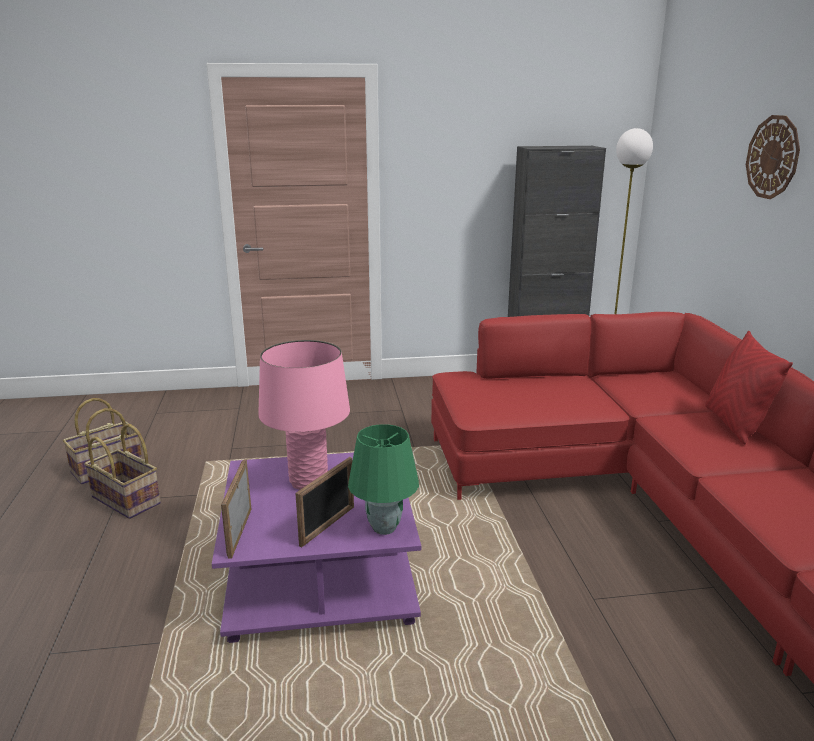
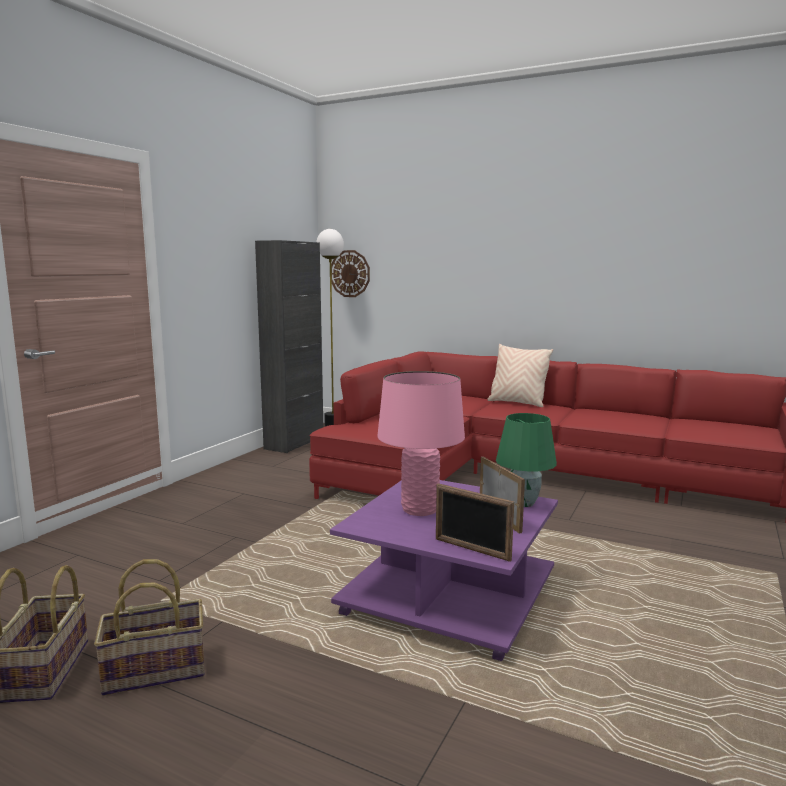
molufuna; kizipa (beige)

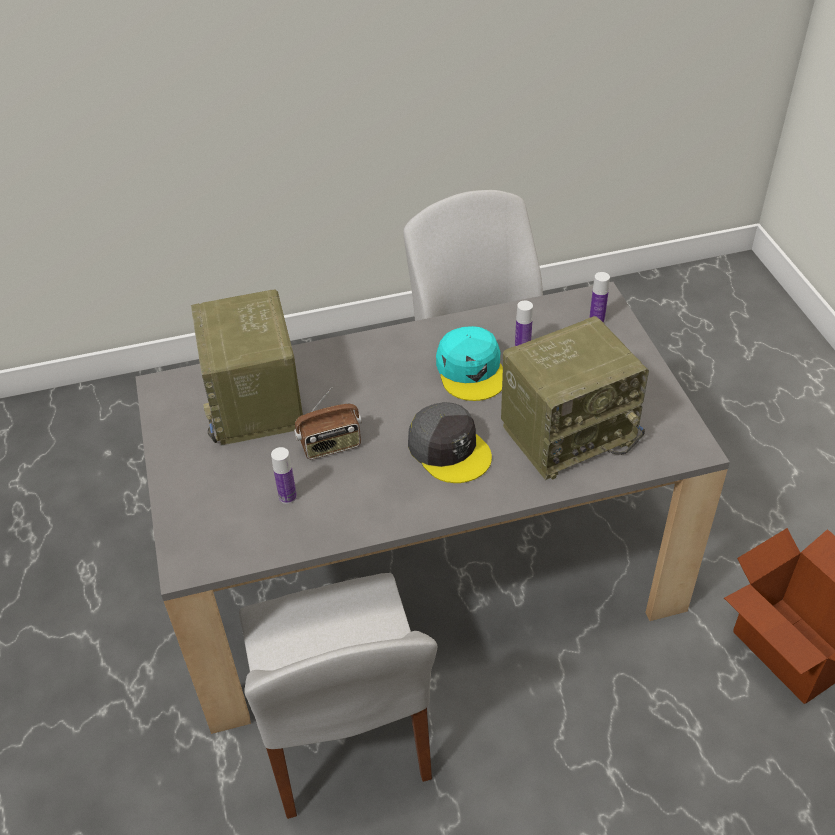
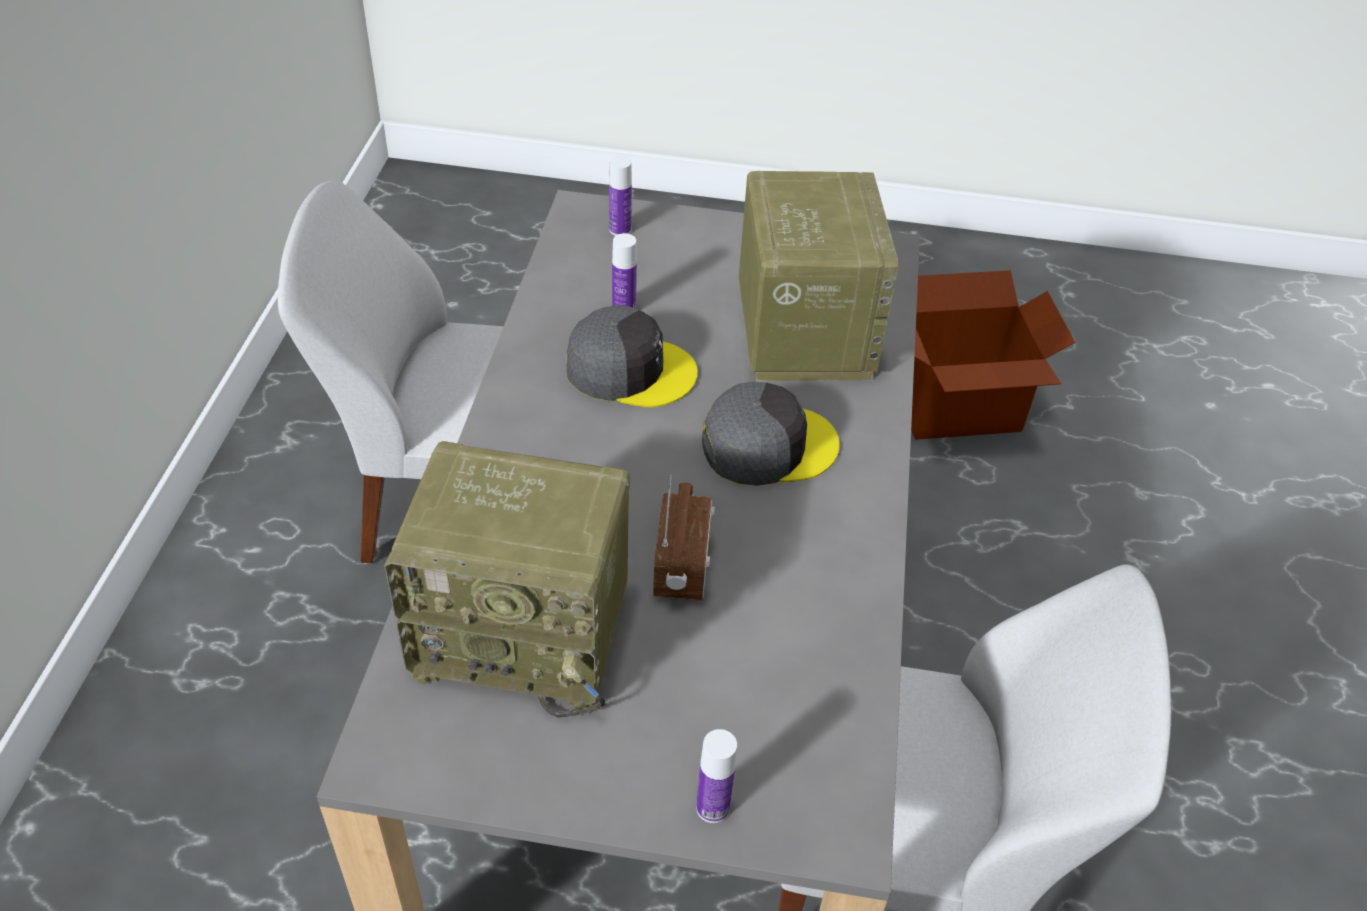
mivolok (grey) (no. 1 from left); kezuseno (no. 3 from left)

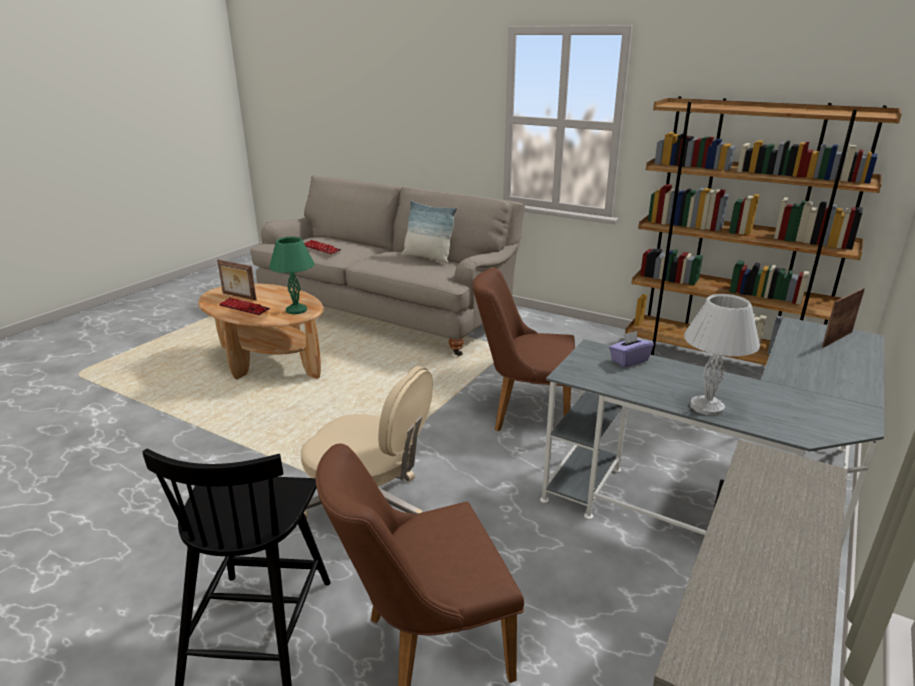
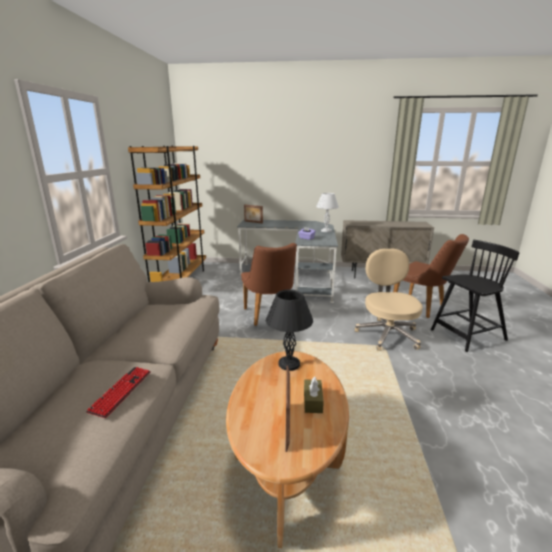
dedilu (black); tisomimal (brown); kizipa

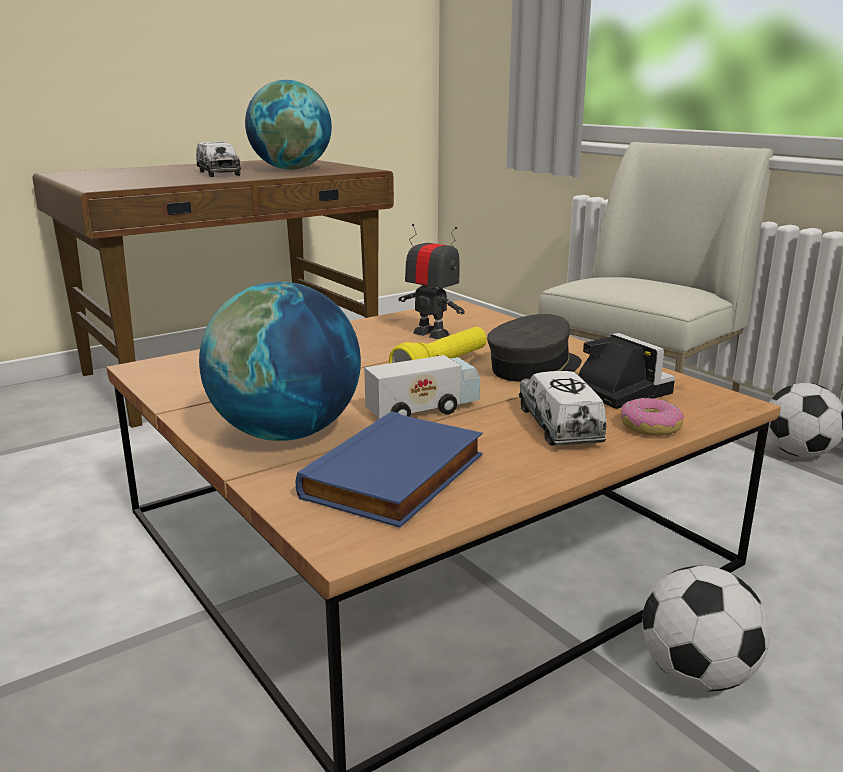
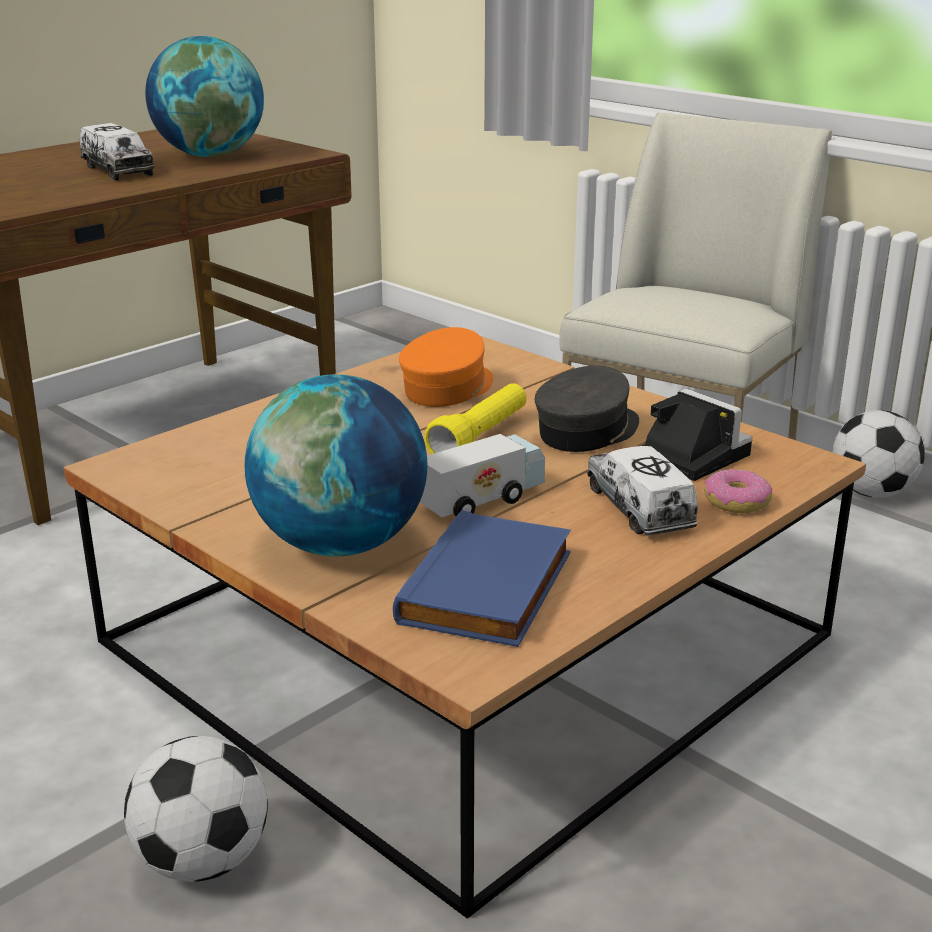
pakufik (no. 1 from left); mivolok (orange)

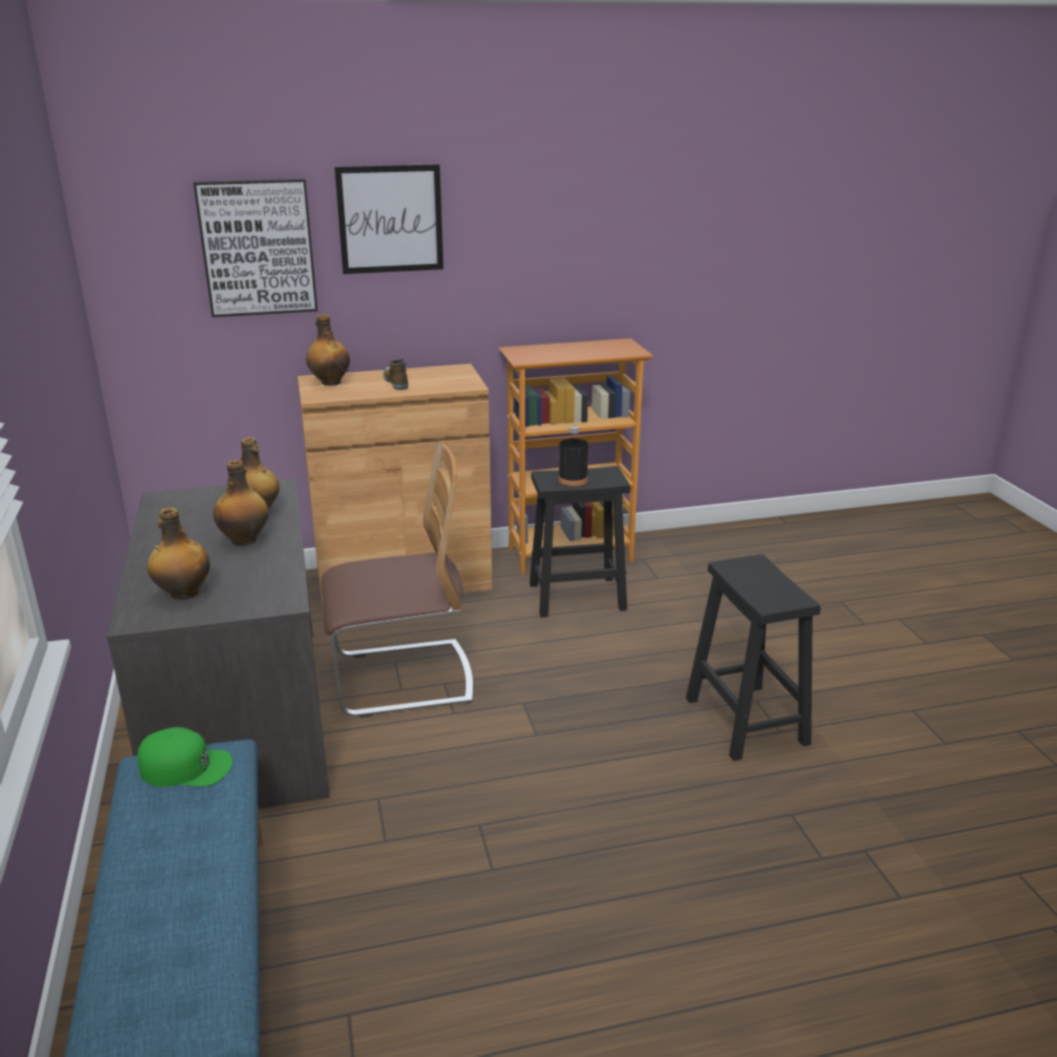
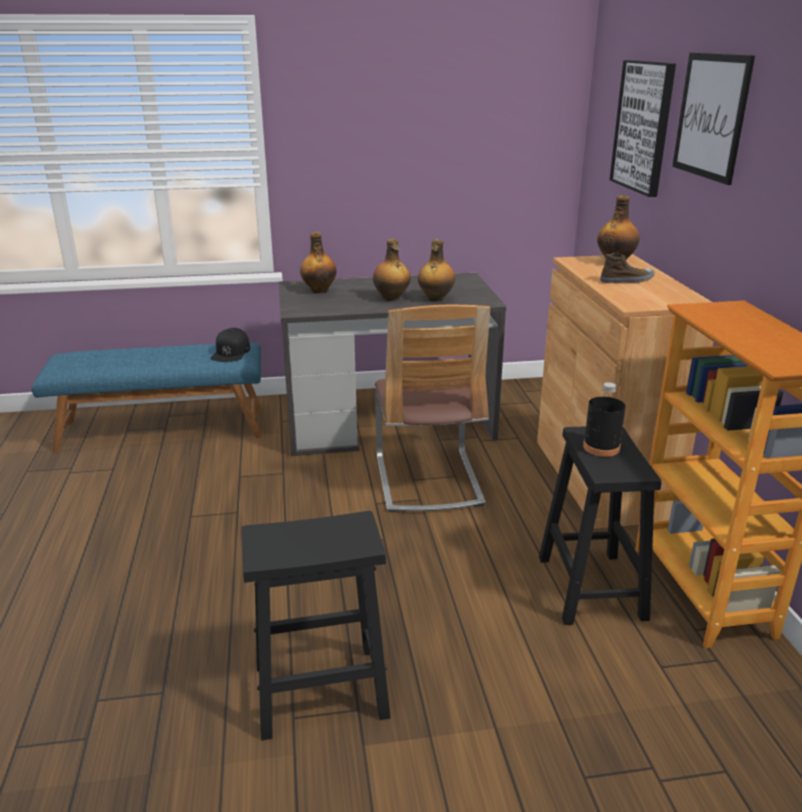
mivolok (black)

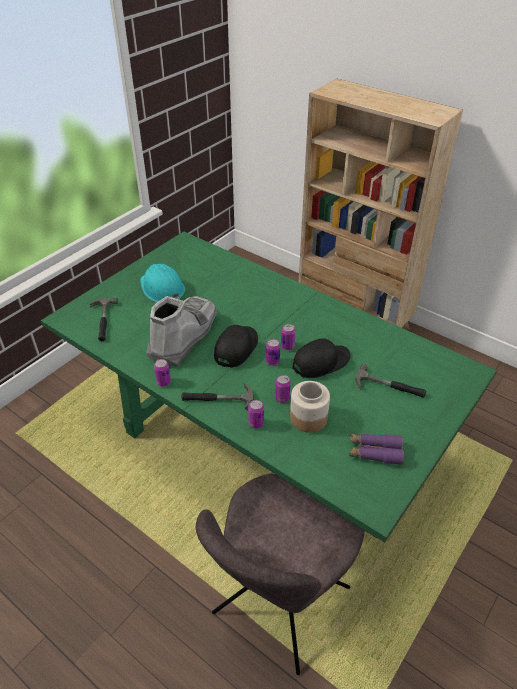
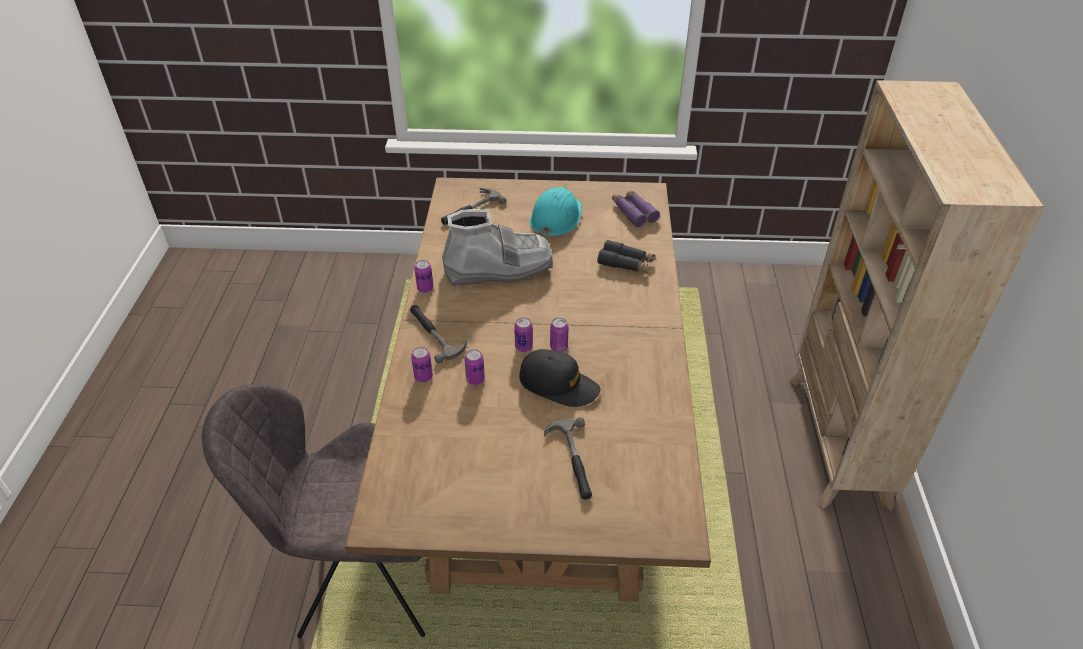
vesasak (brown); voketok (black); voketok (purple); mivolok (black) (no. 1 from left in the first image); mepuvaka

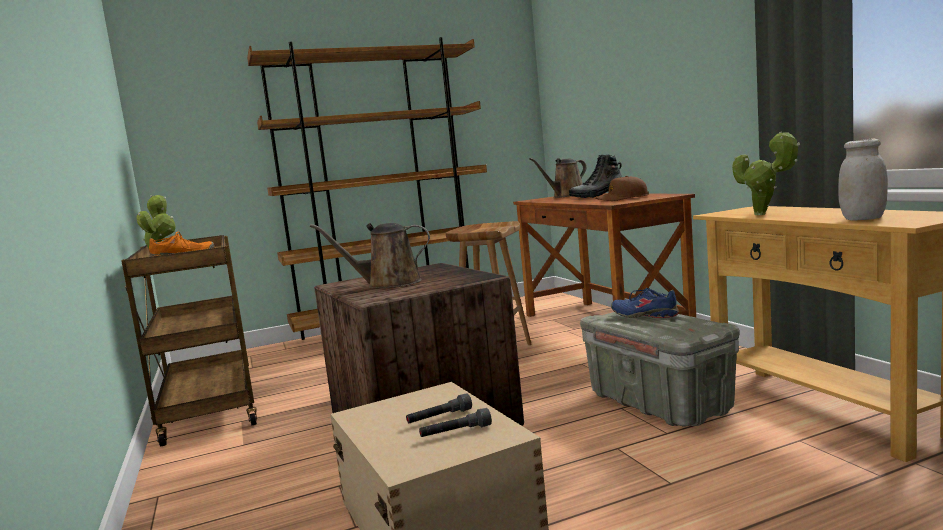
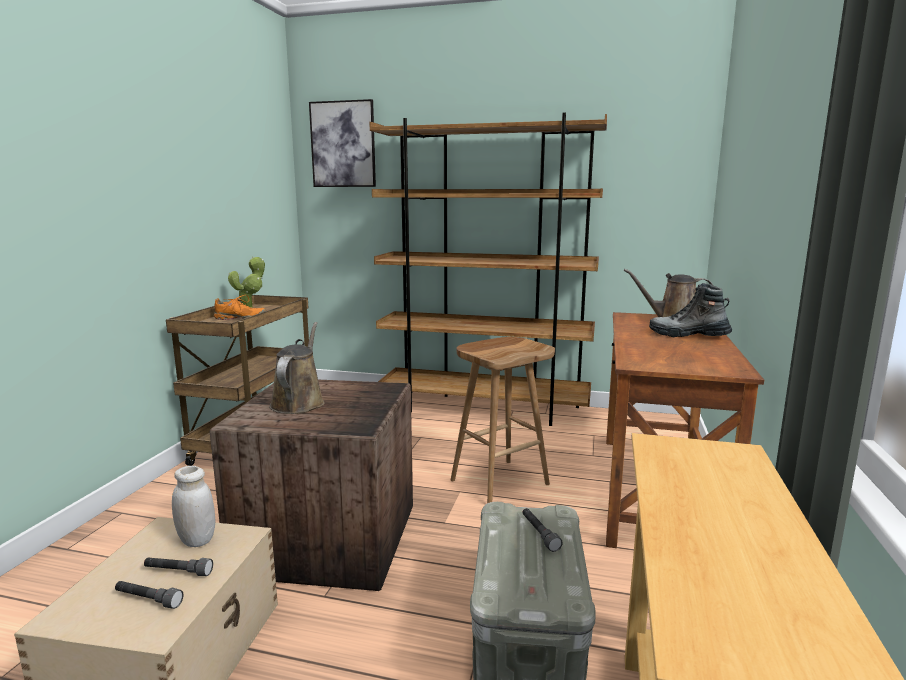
mepuvaka (white); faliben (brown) (no. 1 from left); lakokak; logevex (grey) (no. 3 from left); mivolok (brown); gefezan (no. 2 from left in the first image)

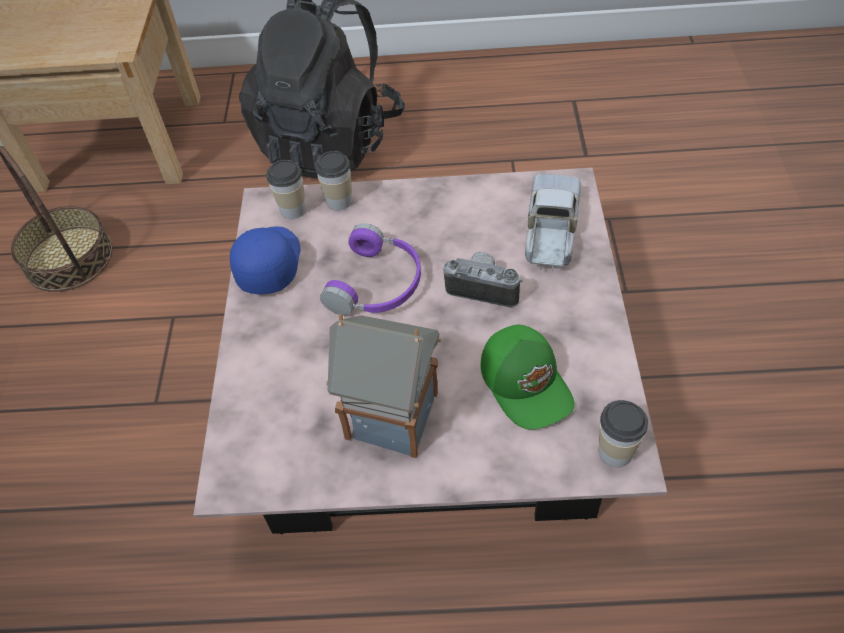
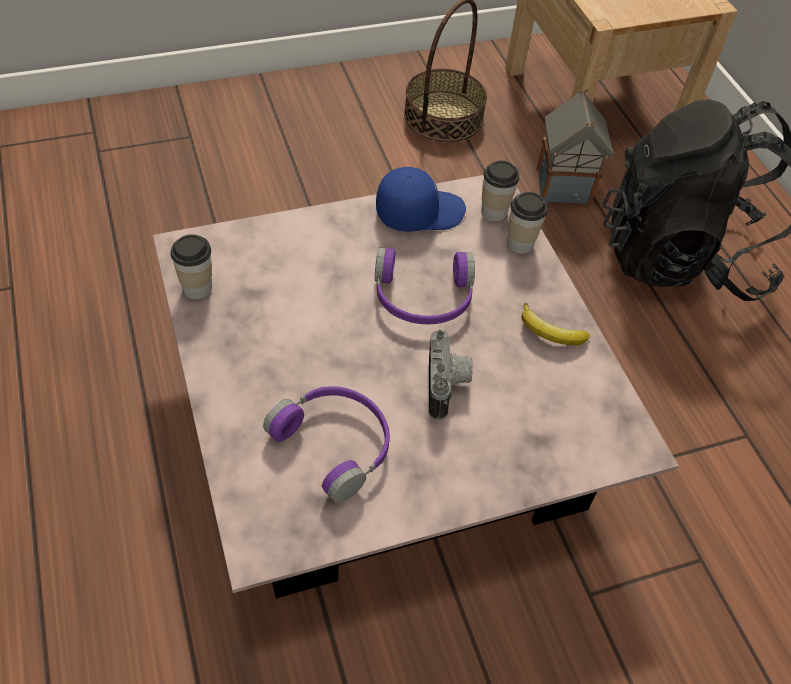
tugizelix (no. 1 from left); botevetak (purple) (no. 1 from left); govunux; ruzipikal; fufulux

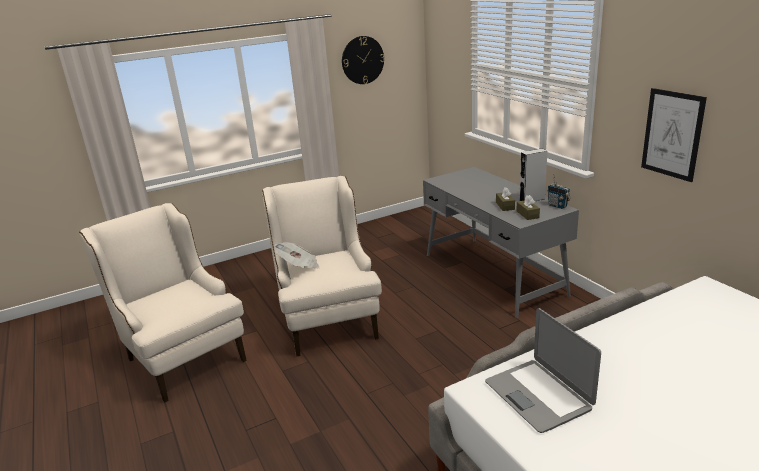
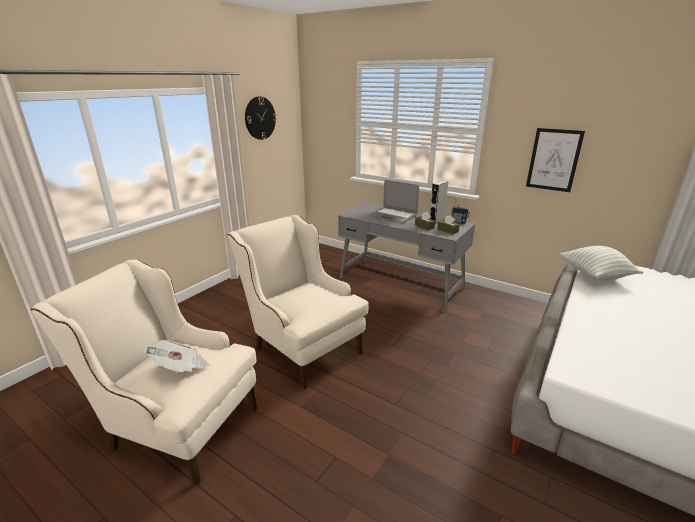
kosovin; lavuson; kizipa

